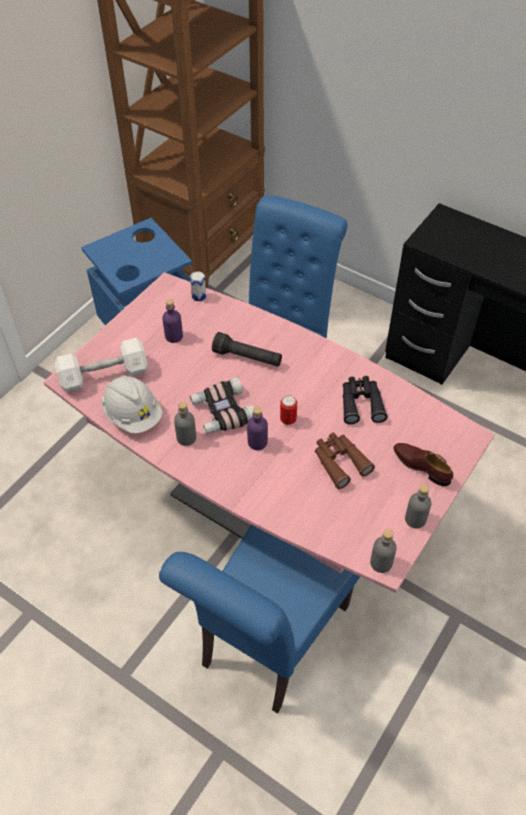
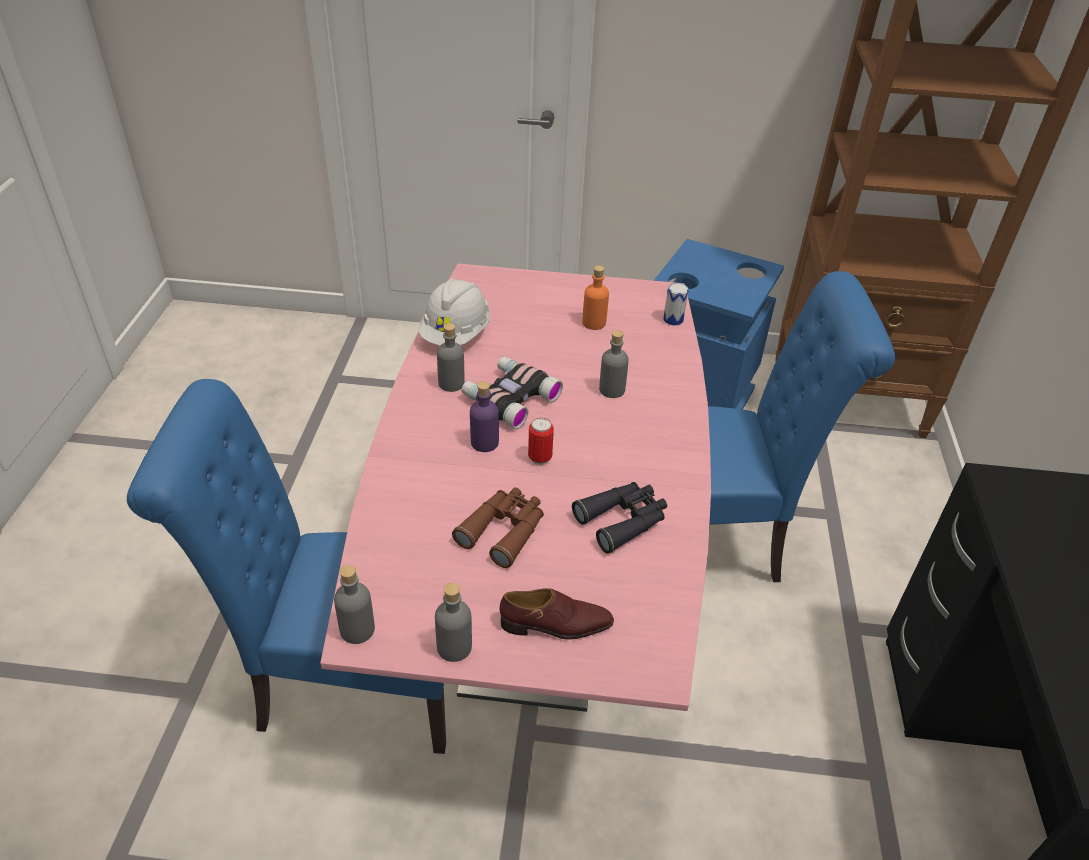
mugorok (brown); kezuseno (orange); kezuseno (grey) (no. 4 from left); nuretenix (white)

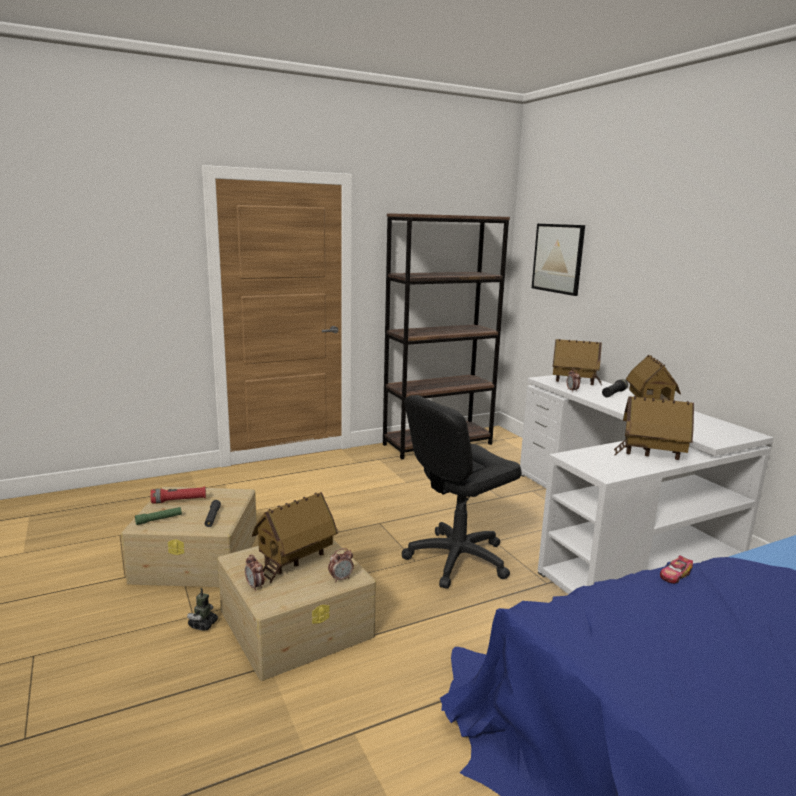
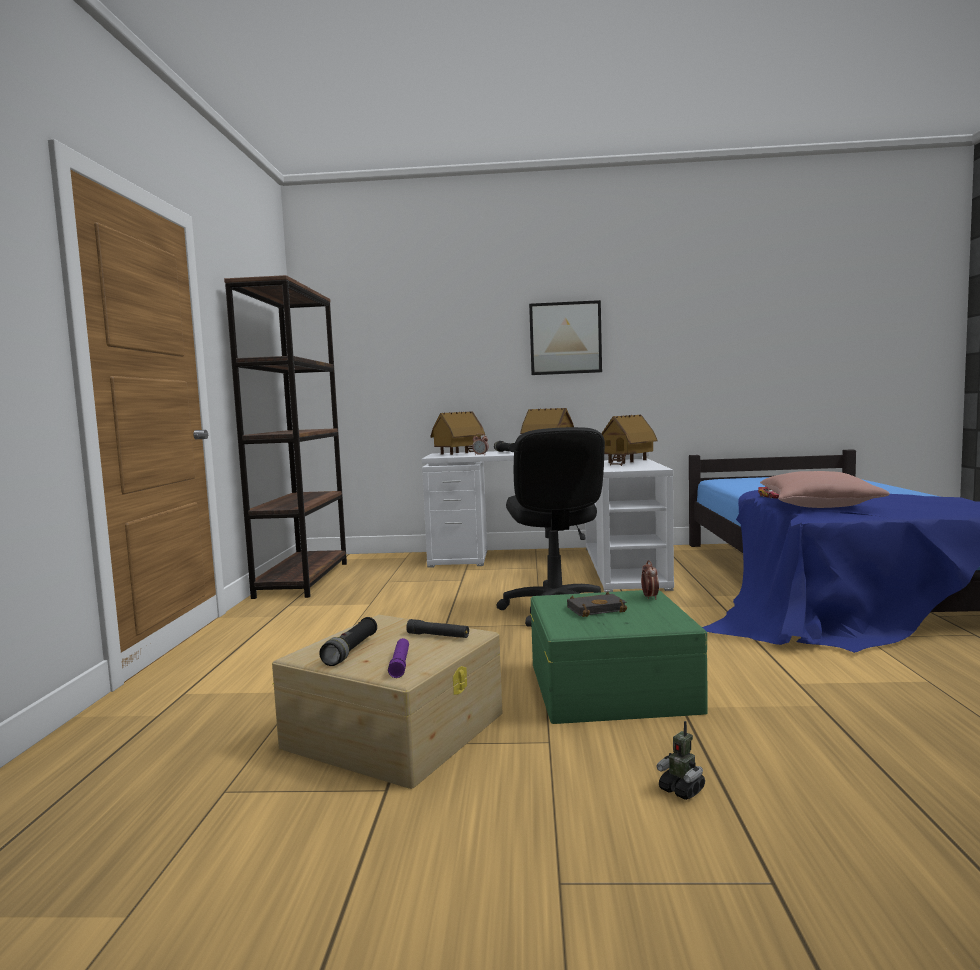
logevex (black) (no. 1 from left); logevex (purple); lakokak; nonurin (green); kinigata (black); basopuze; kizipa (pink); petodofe (no. 1 from left in the first image)

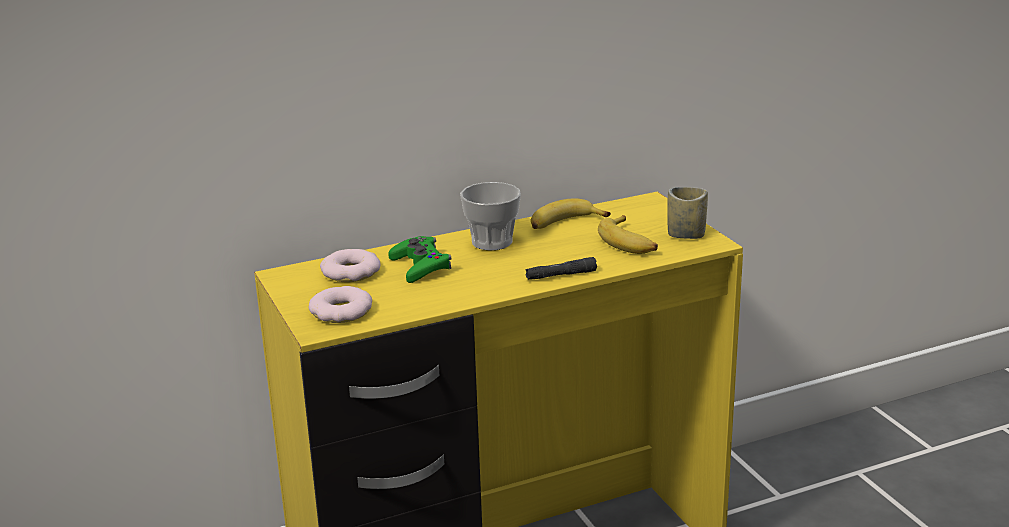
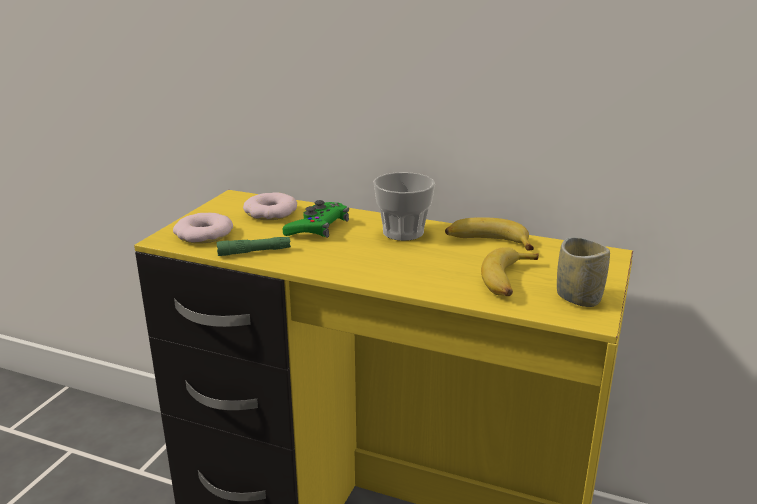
logevex (green); logevex (black)

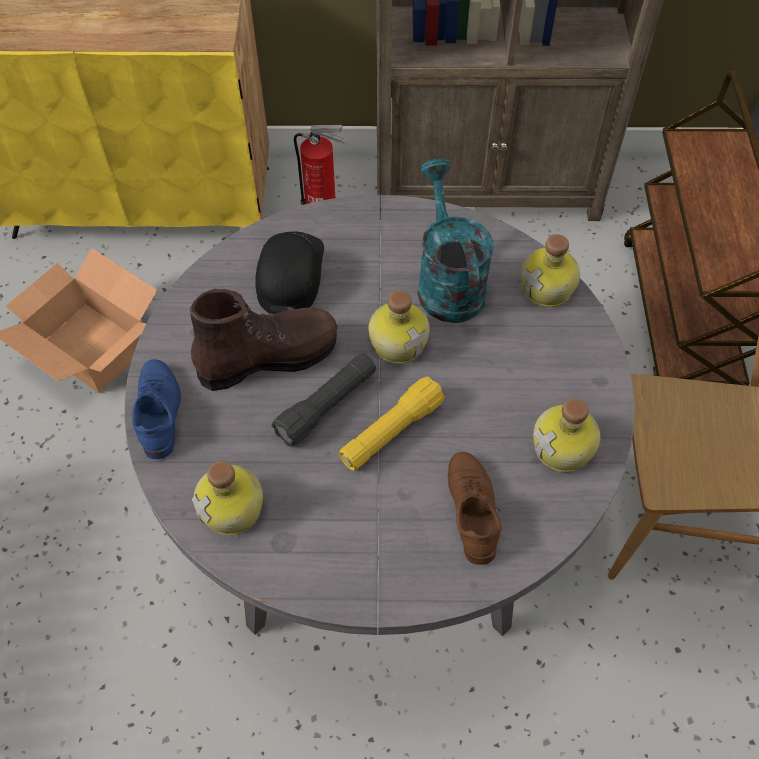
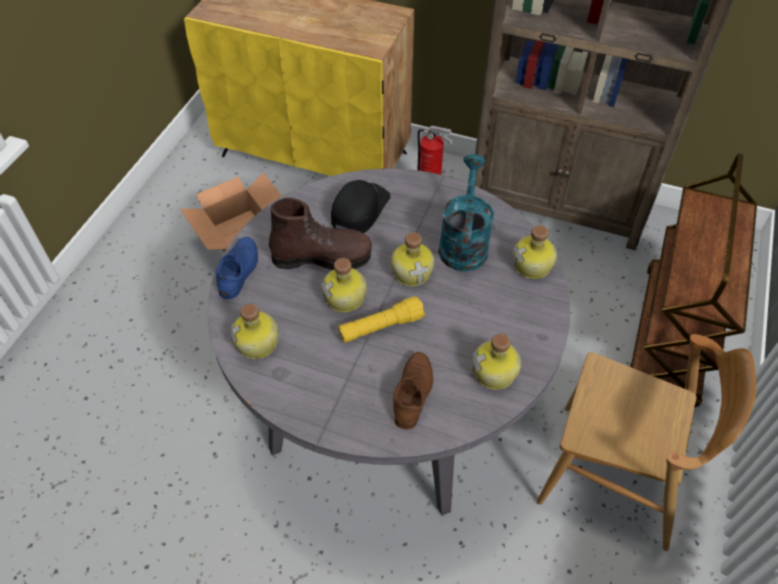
kezuseno (no. 2 from left)

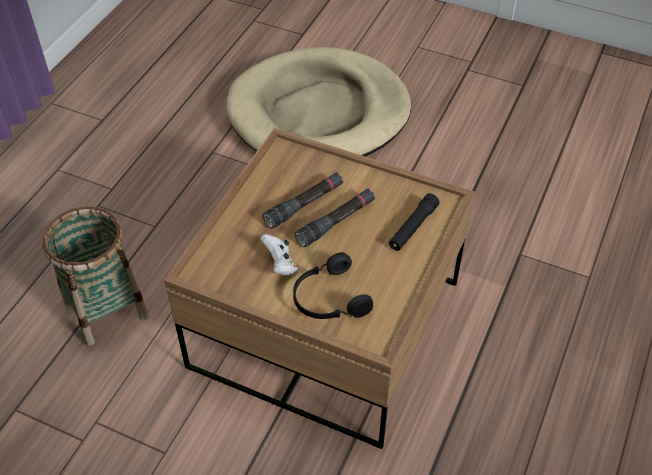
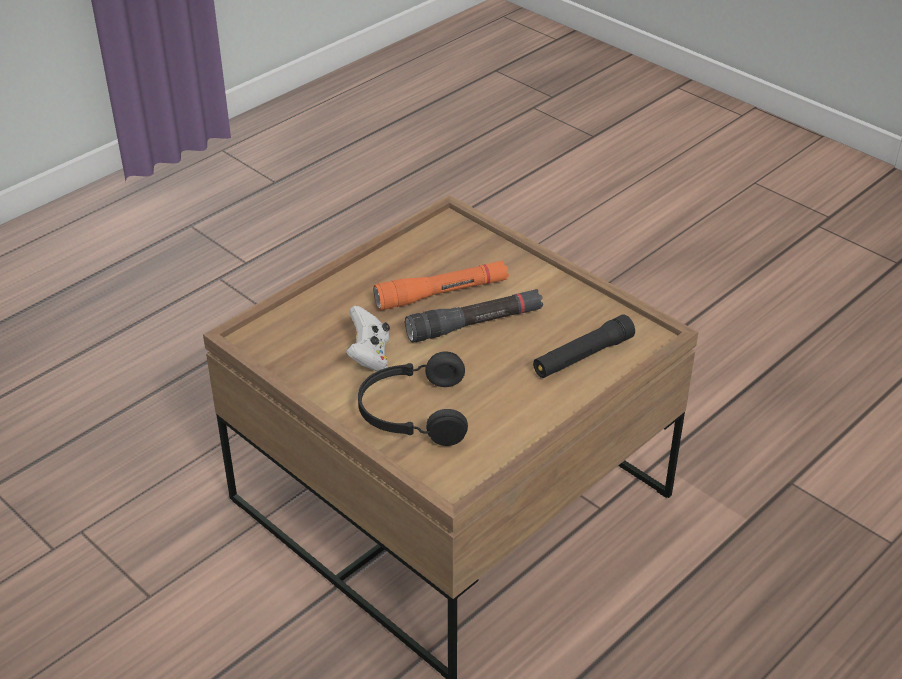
logevex (orange); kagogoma; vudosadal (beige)

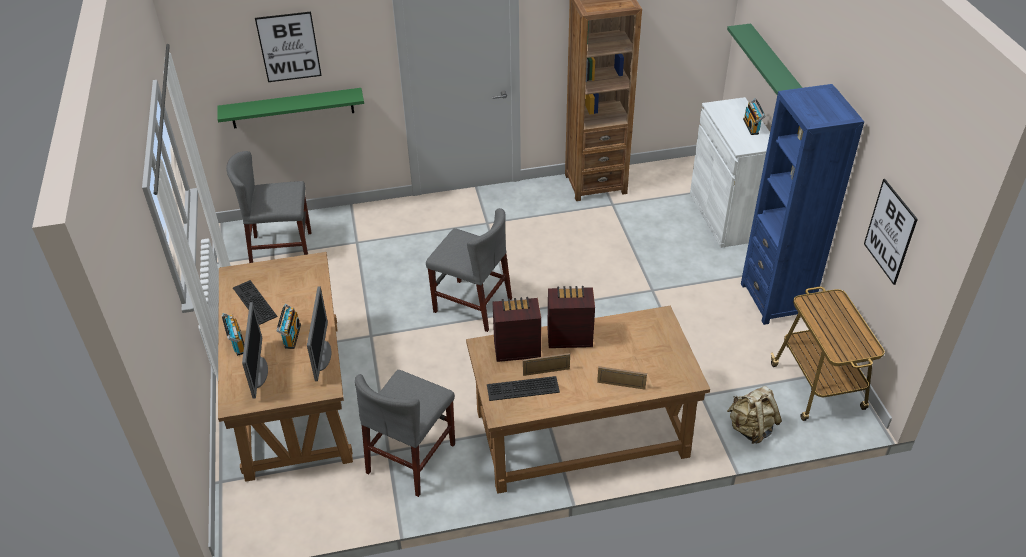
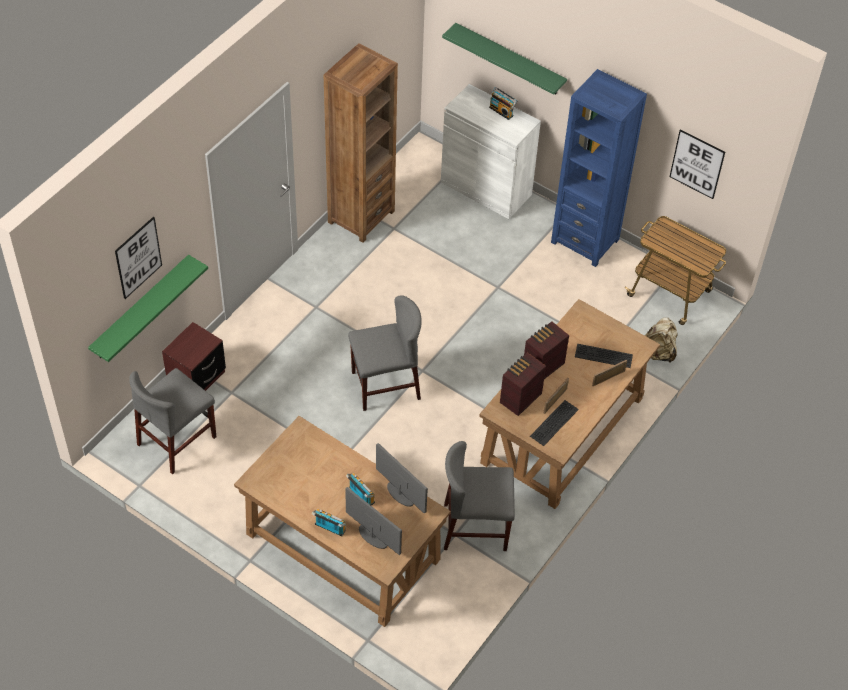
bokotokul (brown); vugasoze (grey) (no. 3 from left); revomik (no. 2 from left)

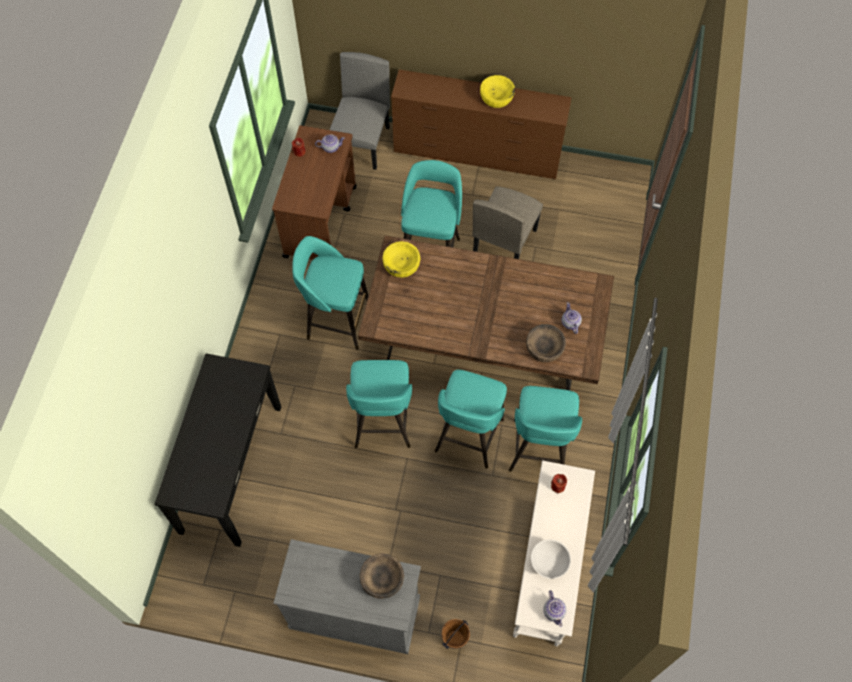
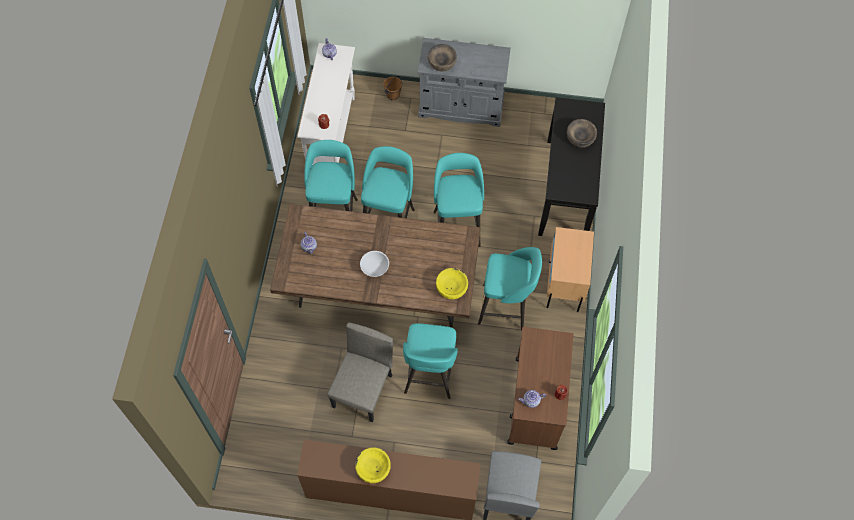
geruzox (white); bokotokul (beige); geruzox (brown) (no. 2 from left)

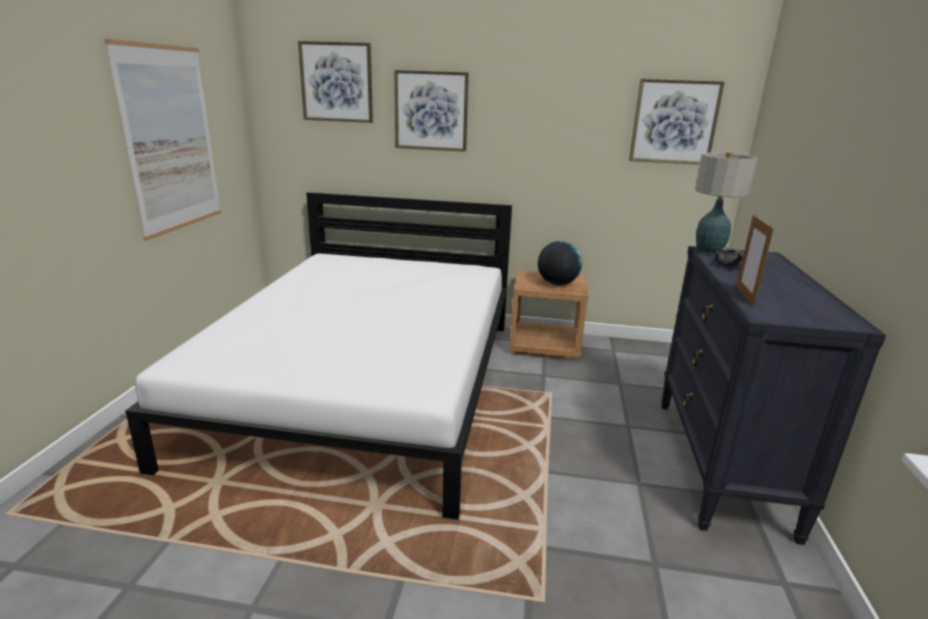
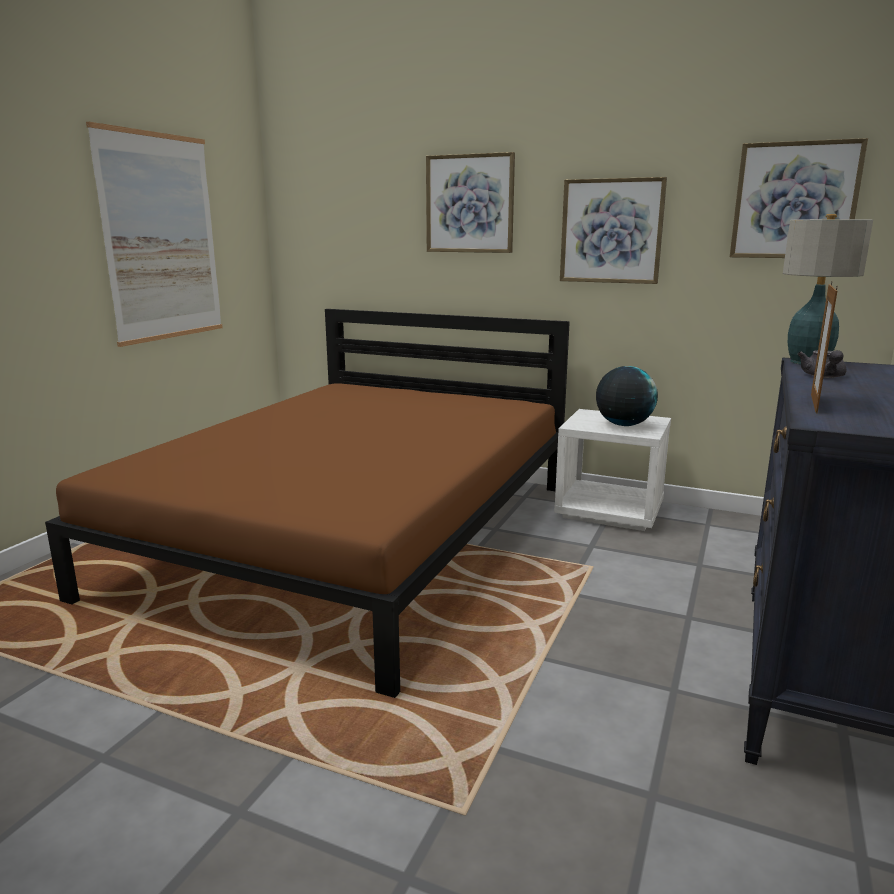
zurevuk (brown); bokotokul (white); lakokak (no. 3 from left)

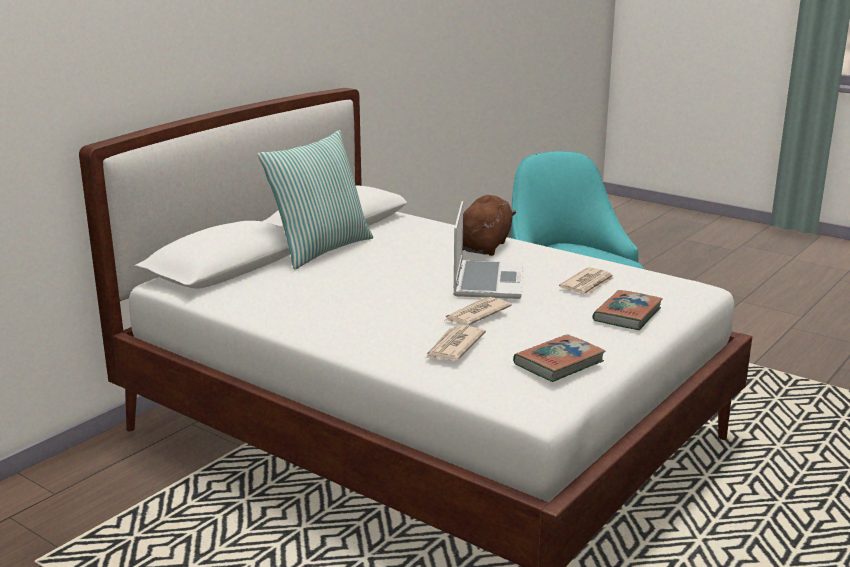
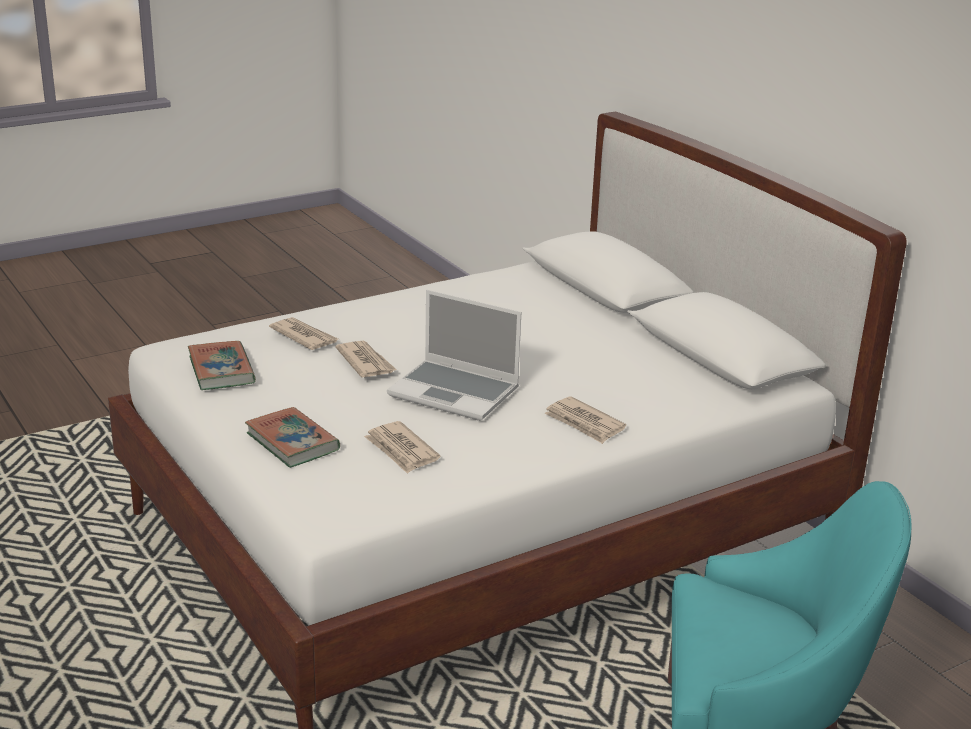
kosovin (no. 4 from left); kizipa

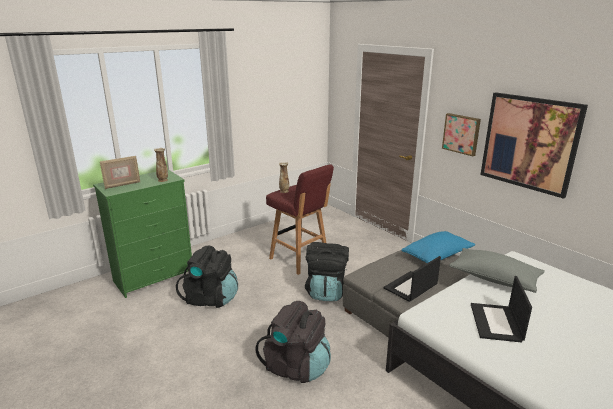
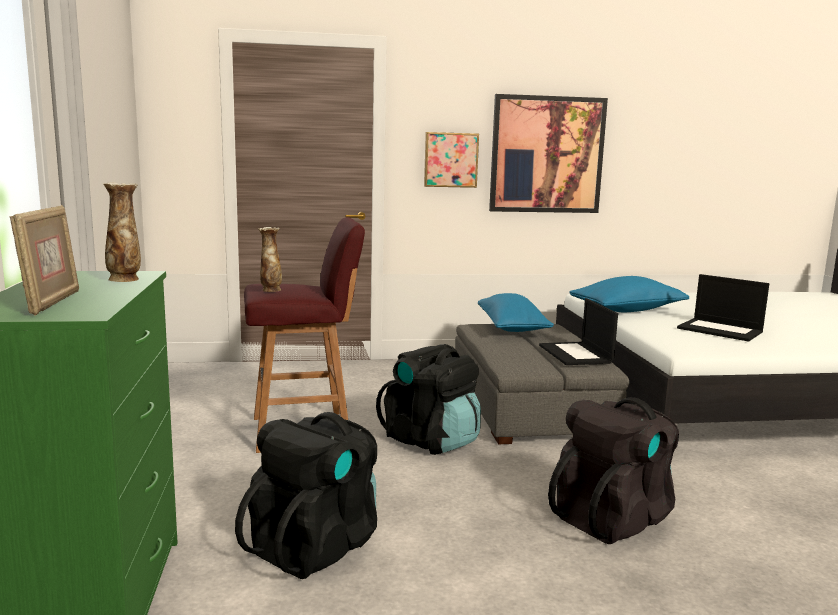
kizipa (blue) (no. 2 from left)

